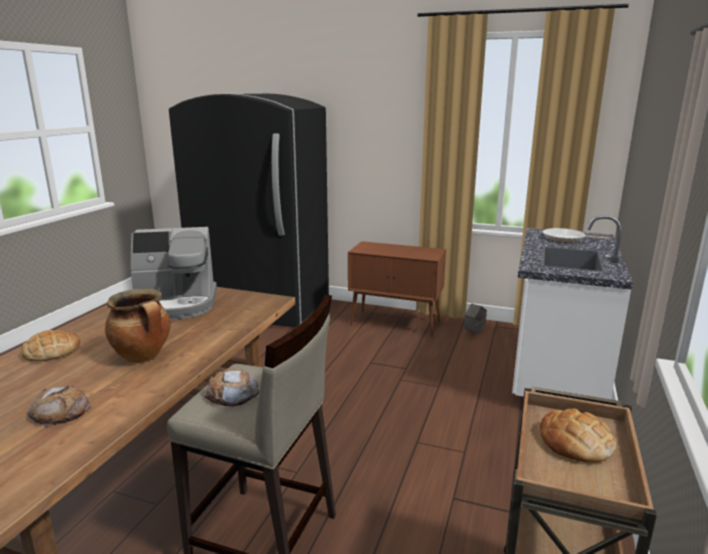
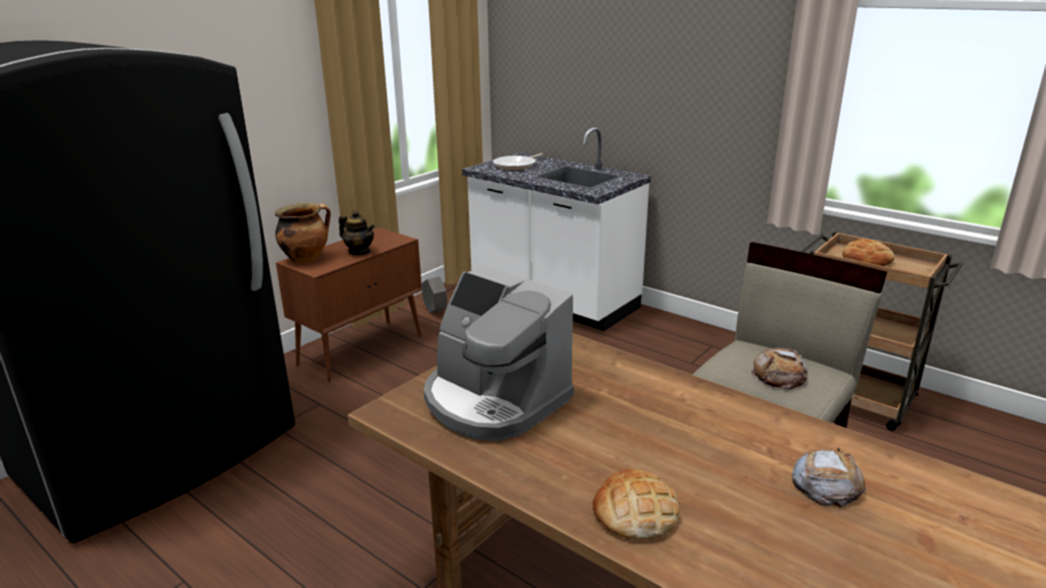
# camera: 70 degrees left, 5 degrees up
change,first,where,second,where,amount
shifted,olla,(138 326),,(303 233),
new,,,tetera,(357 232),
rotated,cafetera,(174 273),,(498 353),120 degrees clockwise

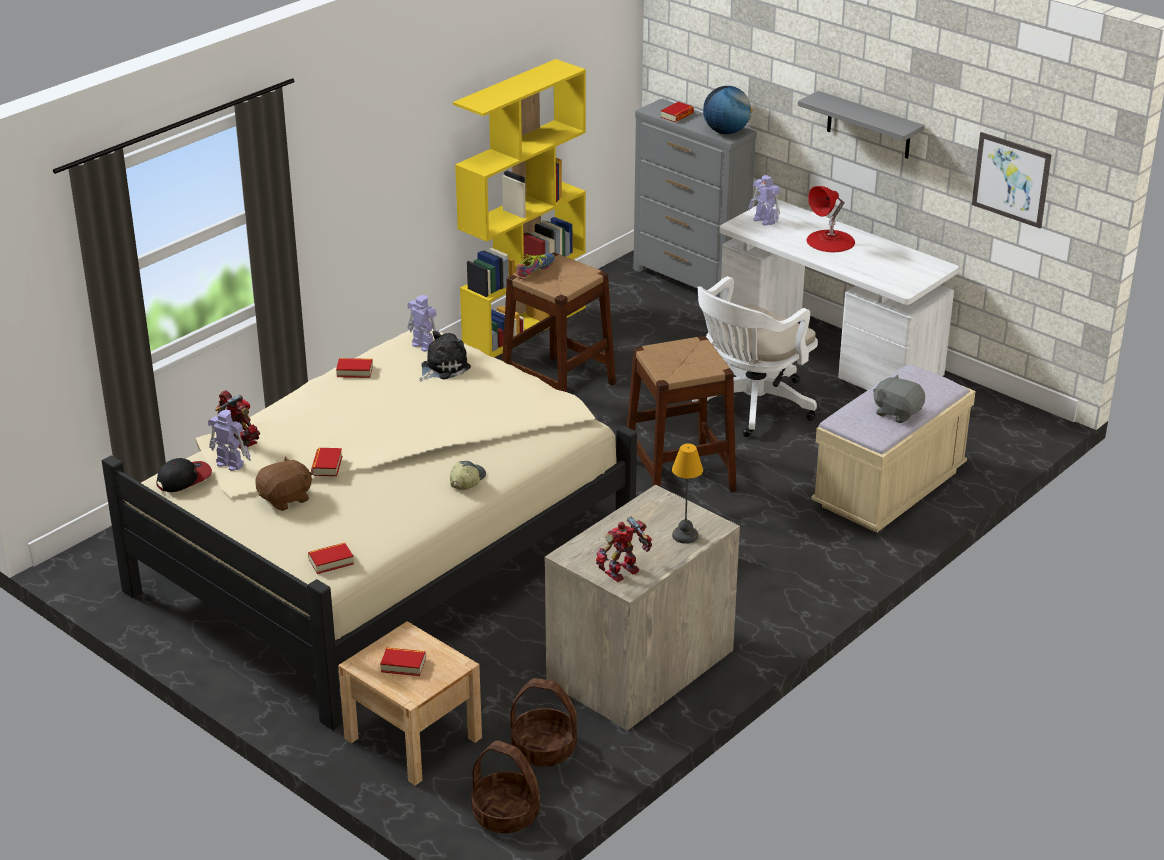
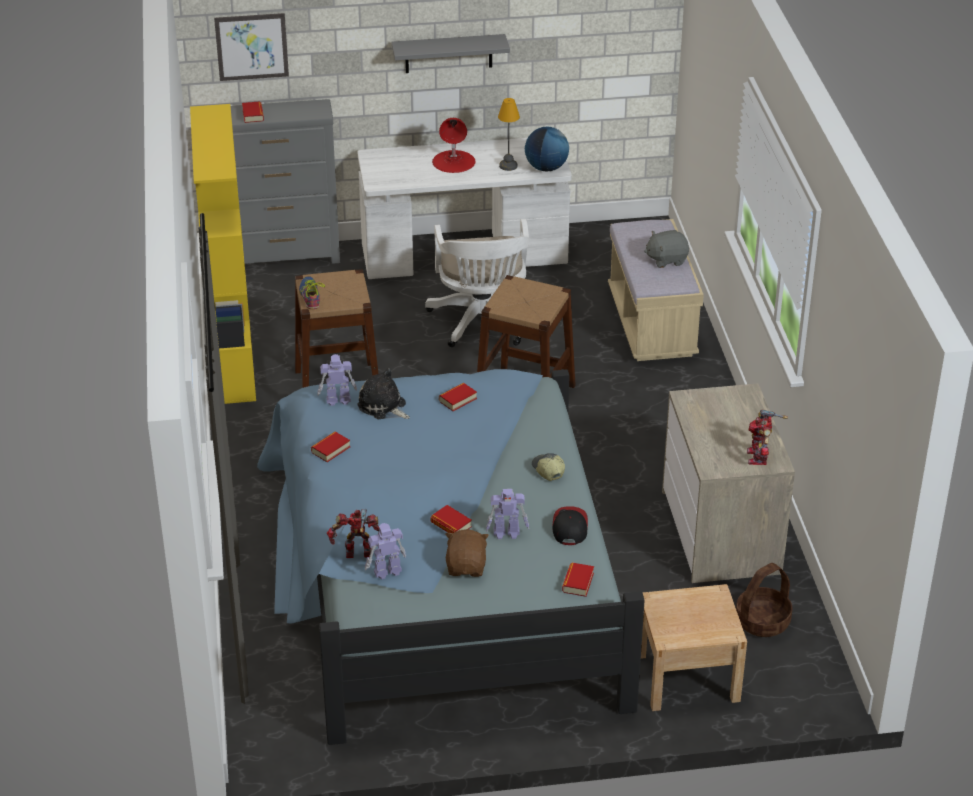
# camera: 50 degrees left, 5 degrees up
change,first,where,second,where,amount
shifted,cuadro,(1012 180),,(251 47),
repainted,cama [beis],(369 529),cama [azul],(451 557),
rotated,peluche,(445 356),,(383 393),45 degrees counterclockwise
shifted,libro,(403 662),,(458 397),
shifted,robot de juguete,(764 200),,(507 514),
shifted,lámpara de mesa,(687 493),,(509 134),
shifted,globo terráqueo,(728 110),,(547 149),
shifted,gorra,(184 475),,(570 525),
gone,cesta,(505 787),,,

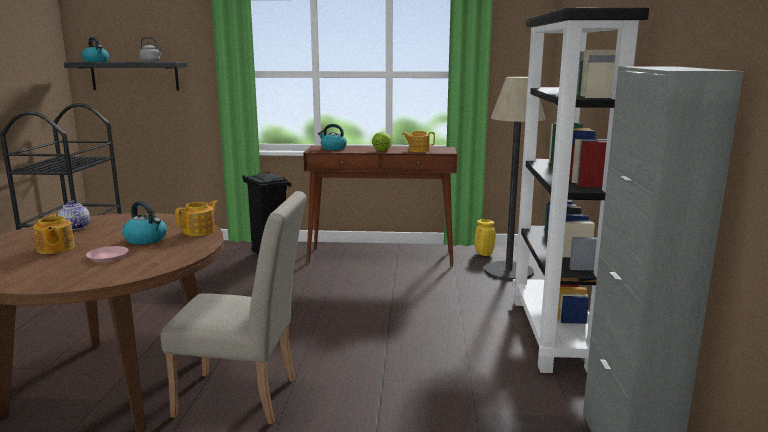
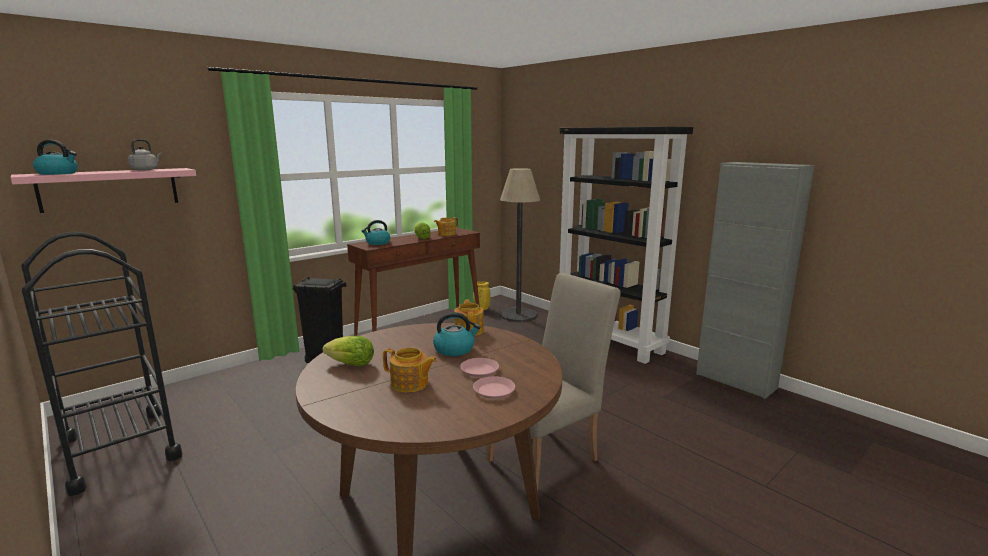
# camera: 45 degrees left, 0 degrees up
change,first,where,second,where,amount
repainted,estante [negro],(125 76),estante [rosa],(103 190),
swapped,tetera,(74 215),lechuga,(348 351),
new,,,plato [rosa],(494 387),

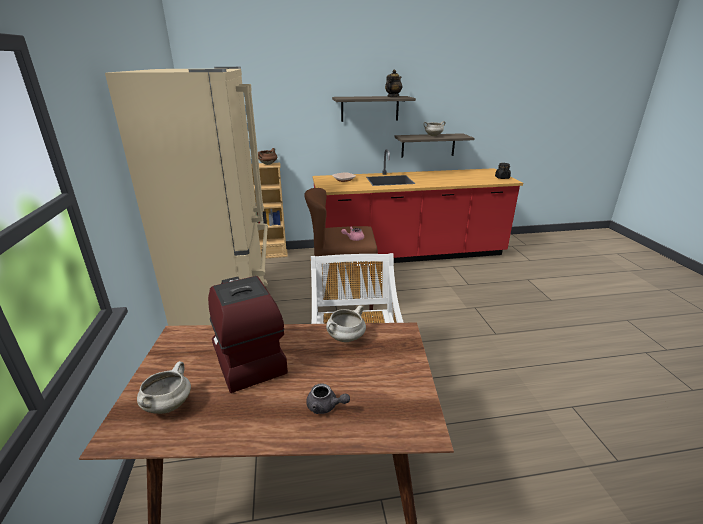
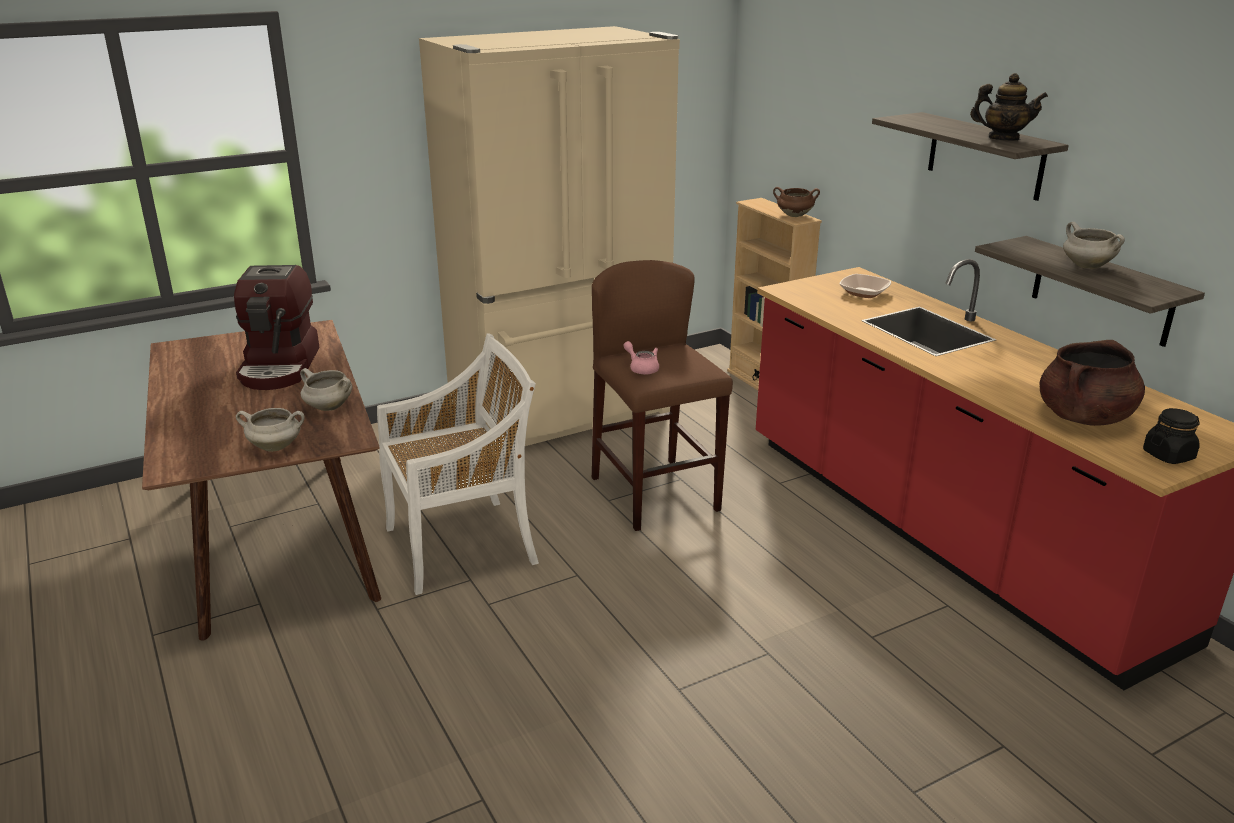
# camera: 70 degrees right, 0 degrees up
change,first,where,second,where,amount
rotated,cafetera,(248 334),,(277 327),135 degrees clockwise
shifted,olla [blanco],(164 387),,(270 430),
new,,,olla [marrón],(1092 383),
gone,tetera [gris],(328 399),,,

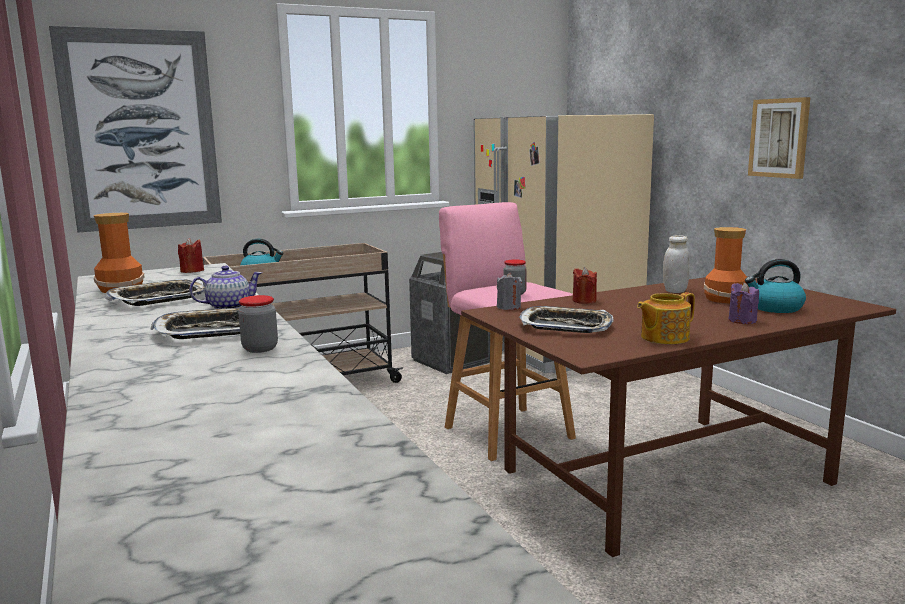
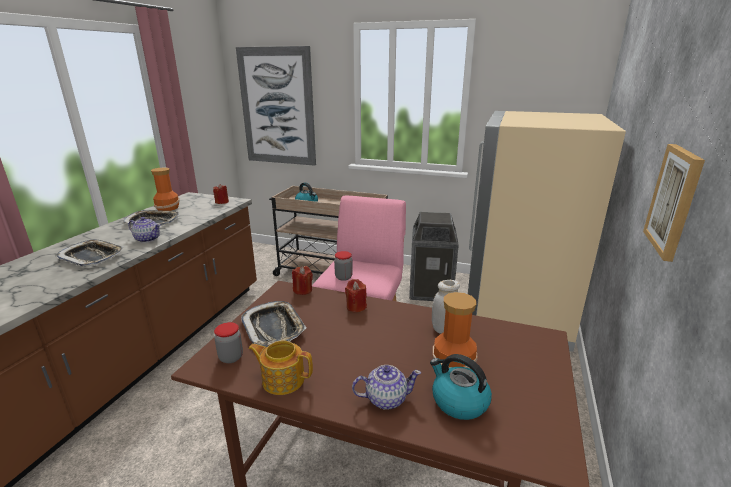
# camera: 45 degrees right, 10 degrees up
change,first,where,second,where,amount
shifted,tarro,(258 324),,(228 342),
repainted,vela [gris],(509 291),vela [rojo],(302 280),
swapped,vela [morado],(744 303),tetera,(386 387),

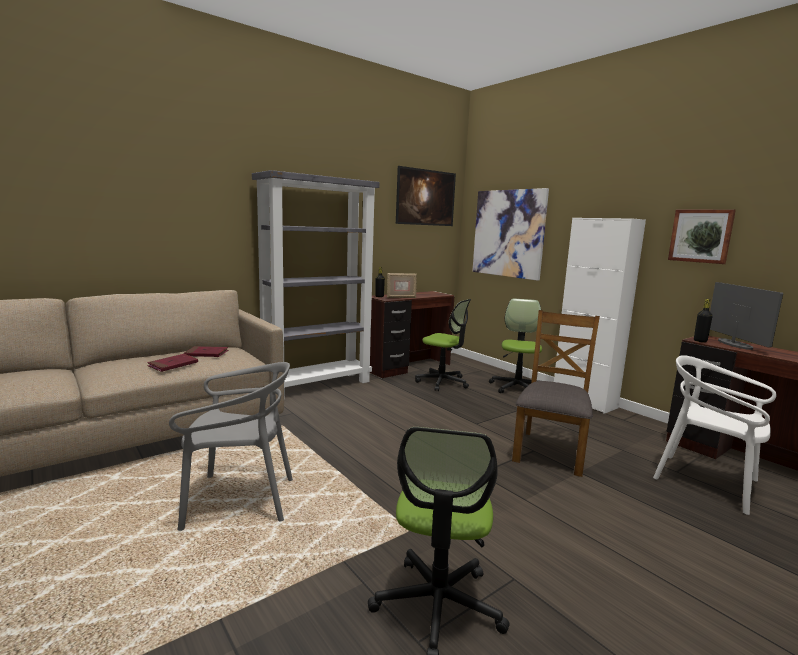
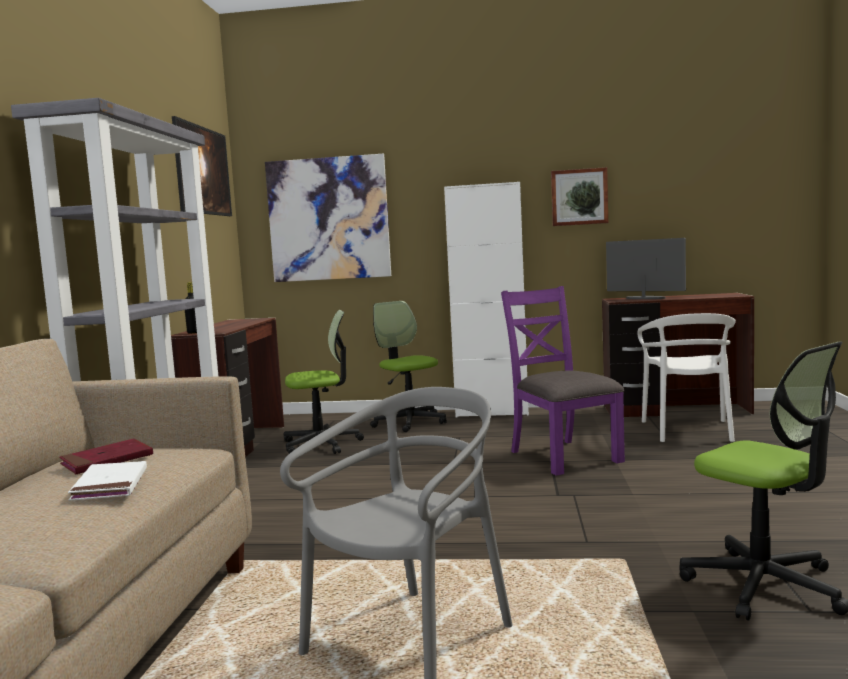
# camera: 45 degrees left, 5 degrees down
change,first,where,second,where,amount
repainted,libro [rojo],(172 363),libro [blanco],(107 481),
repainted,silla [marrón],(556 393),silla [morado],(563 381),
rotated,silla [blanco],(714 435),,(687 377),75 degrees counterclockwise
gone,portarretratos,(402 285),,,
gone,botella [negro],(703 320),,,

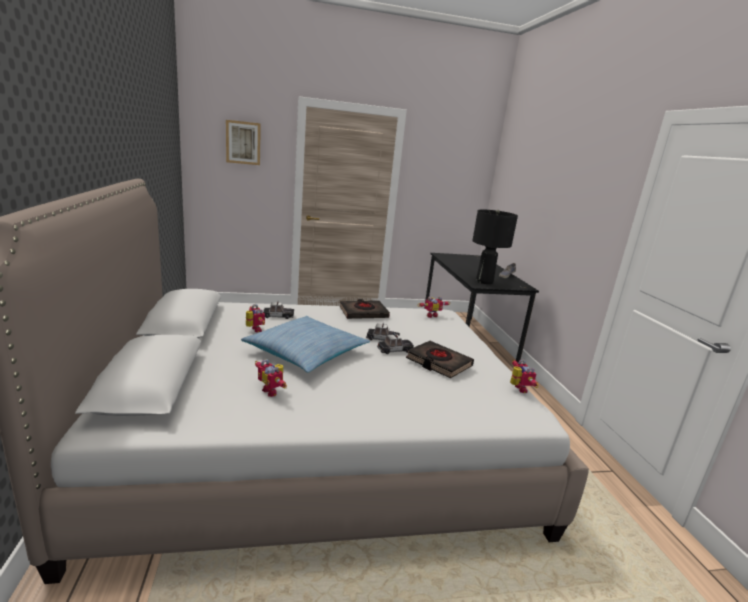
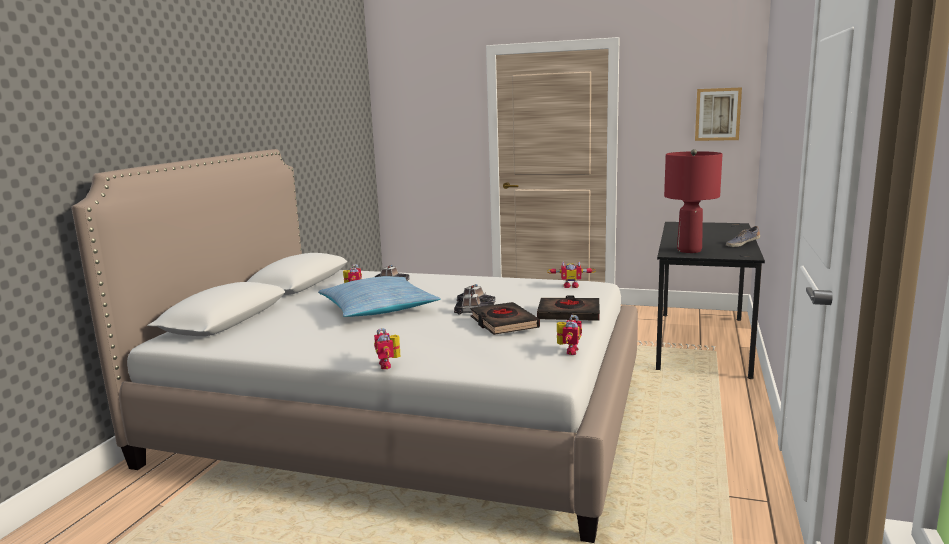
# camera: 30 degrees right, 5 degrees down
change,first,where,second,where,amount
shifted,robot de juguete,(271 378),,(387 348),
shifted,libro [negro],(365 309),,(568 308),
repainted,lámpara de mesa [negro],(495 247),lámpara de mesa [rojo],(693 201),
shifted,cuadro,(243 142),,(718 114),

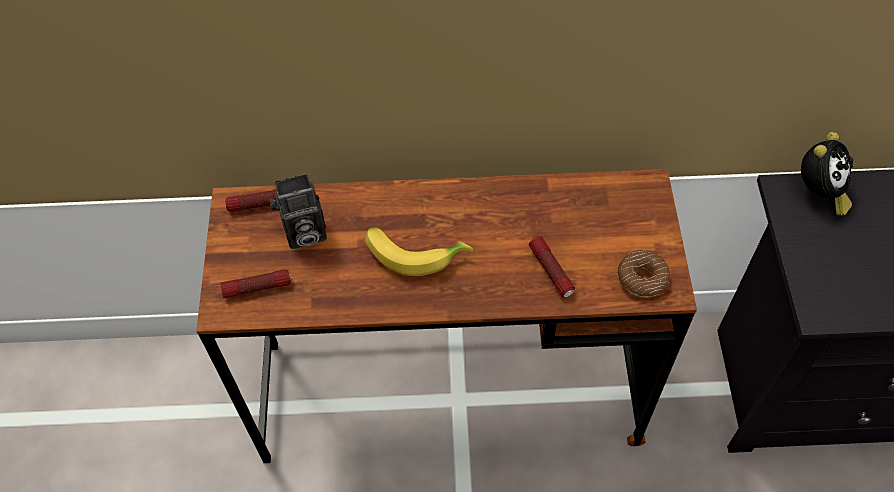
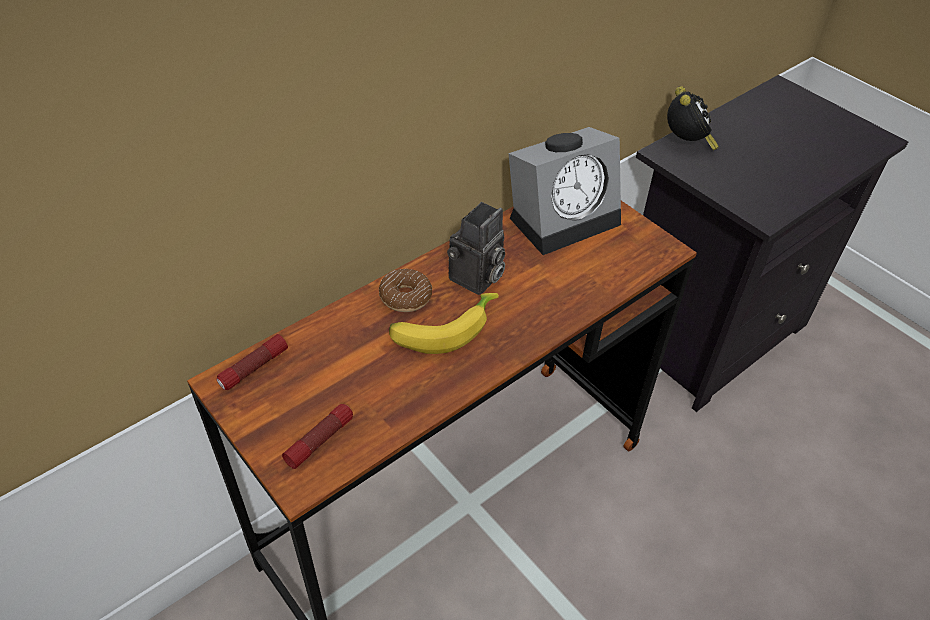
# camera: 40 degrees left, 10 degrees down
change,first,where,second,where,amount
shifted,rosquilla,(644 274),,(405 290),
shifted,cámara,(298 211),,(476 248),
new,,,despertador,(565 191),
gone,linterna,(552 266),,,

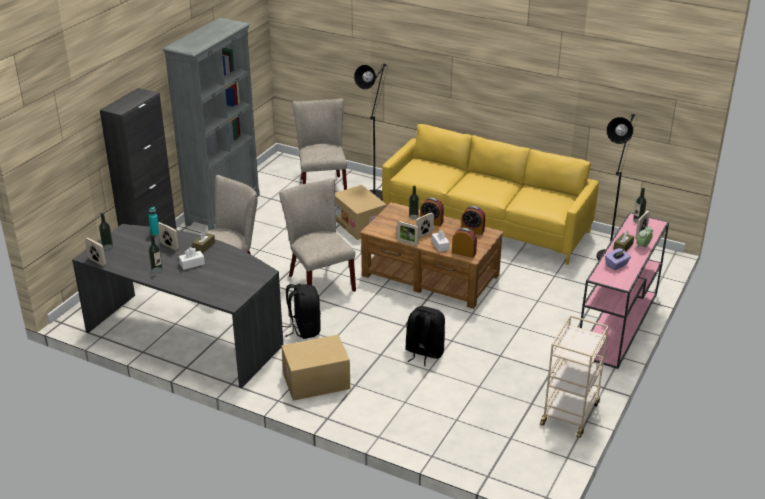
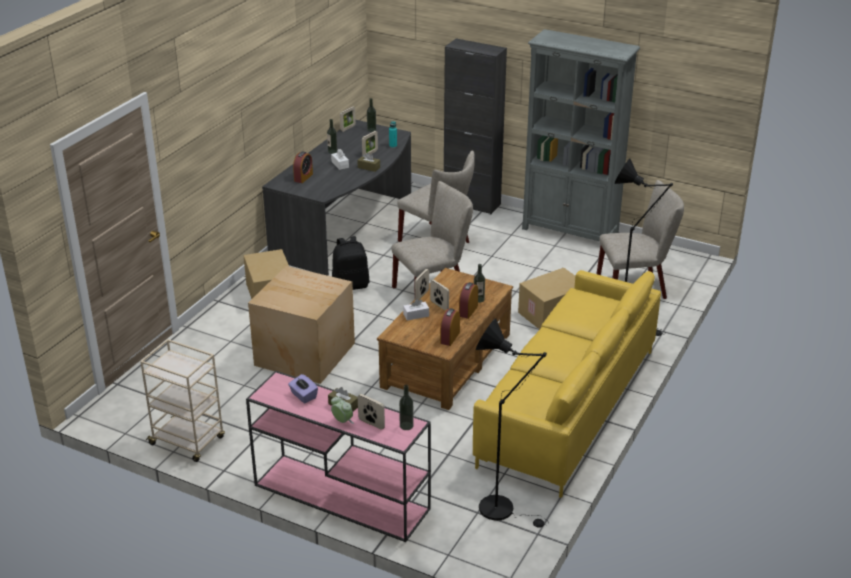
# camera: 90 degrees right, 0 degrees up
change,first,where,second,where,amount
swapped,mochila [negro],(425 336),caja de cartón,(301 325),
shifted,despertador,(464 243),,(303 167),

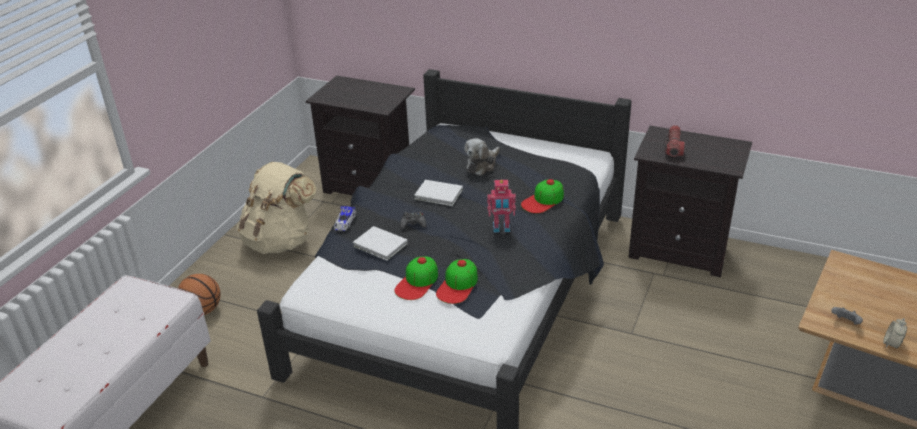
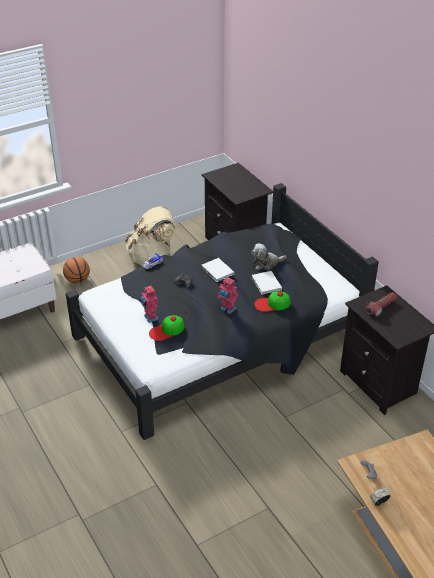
# camera: 35 degrees right, 5 degrees up
change,first,where,second,where,amount
swapped,gorra,(416 278),robot de juguete,(149 304),
shifted,libro [blanco],(380 243),,(267 283),

